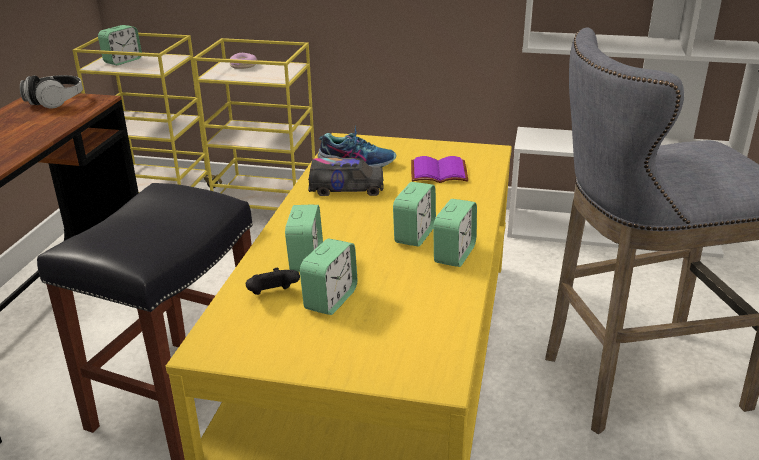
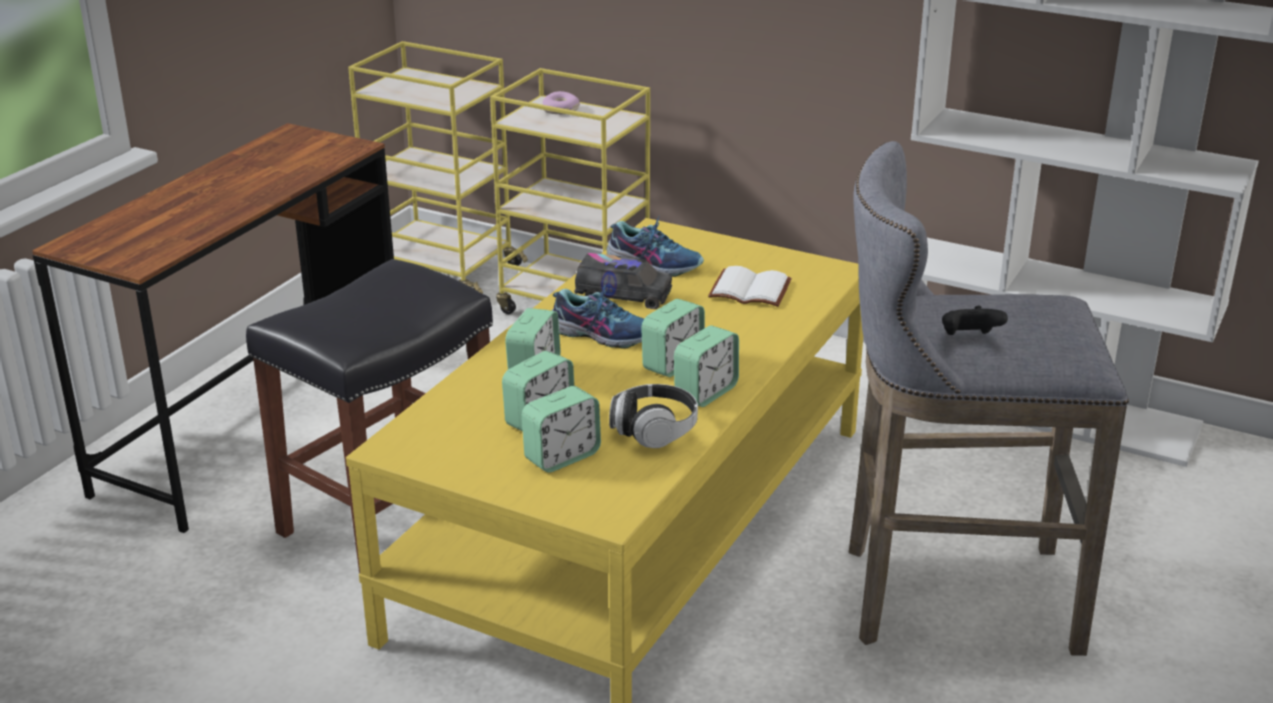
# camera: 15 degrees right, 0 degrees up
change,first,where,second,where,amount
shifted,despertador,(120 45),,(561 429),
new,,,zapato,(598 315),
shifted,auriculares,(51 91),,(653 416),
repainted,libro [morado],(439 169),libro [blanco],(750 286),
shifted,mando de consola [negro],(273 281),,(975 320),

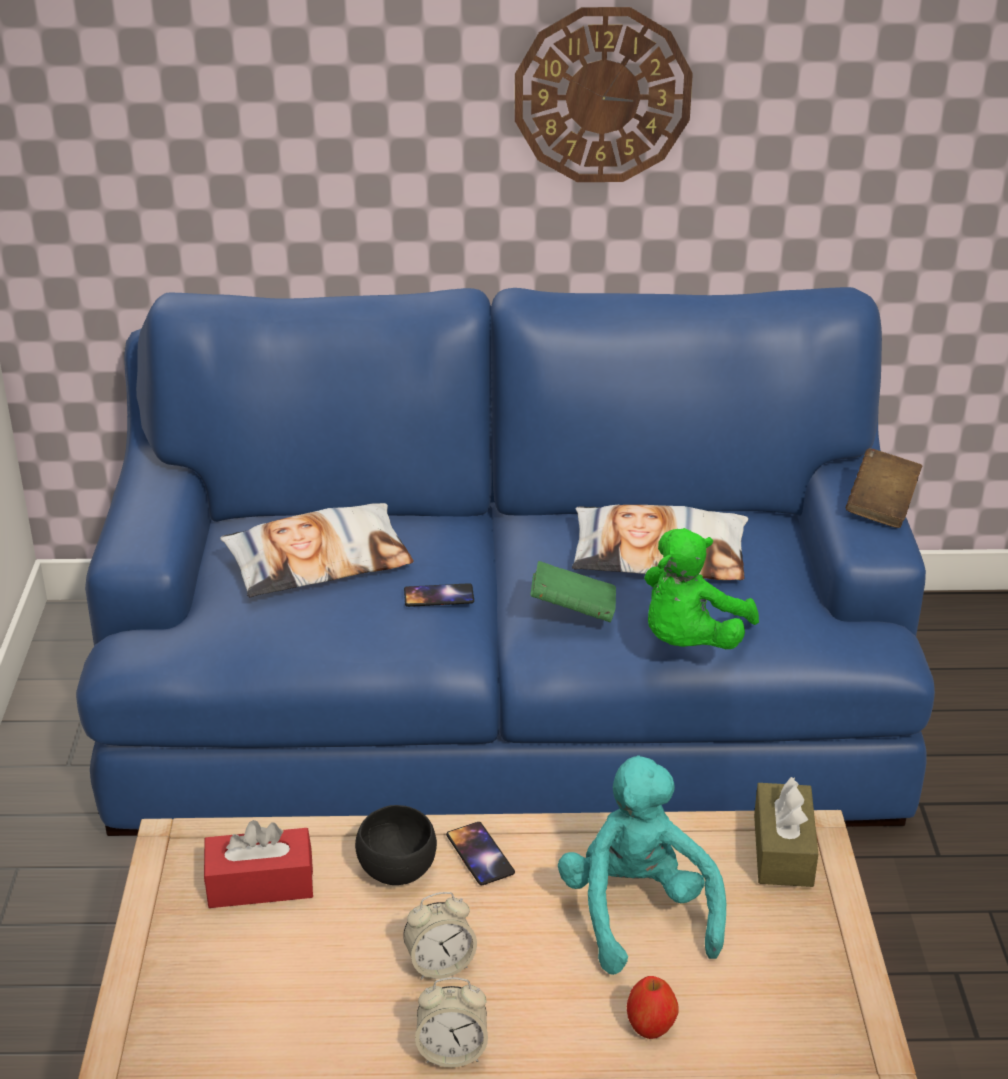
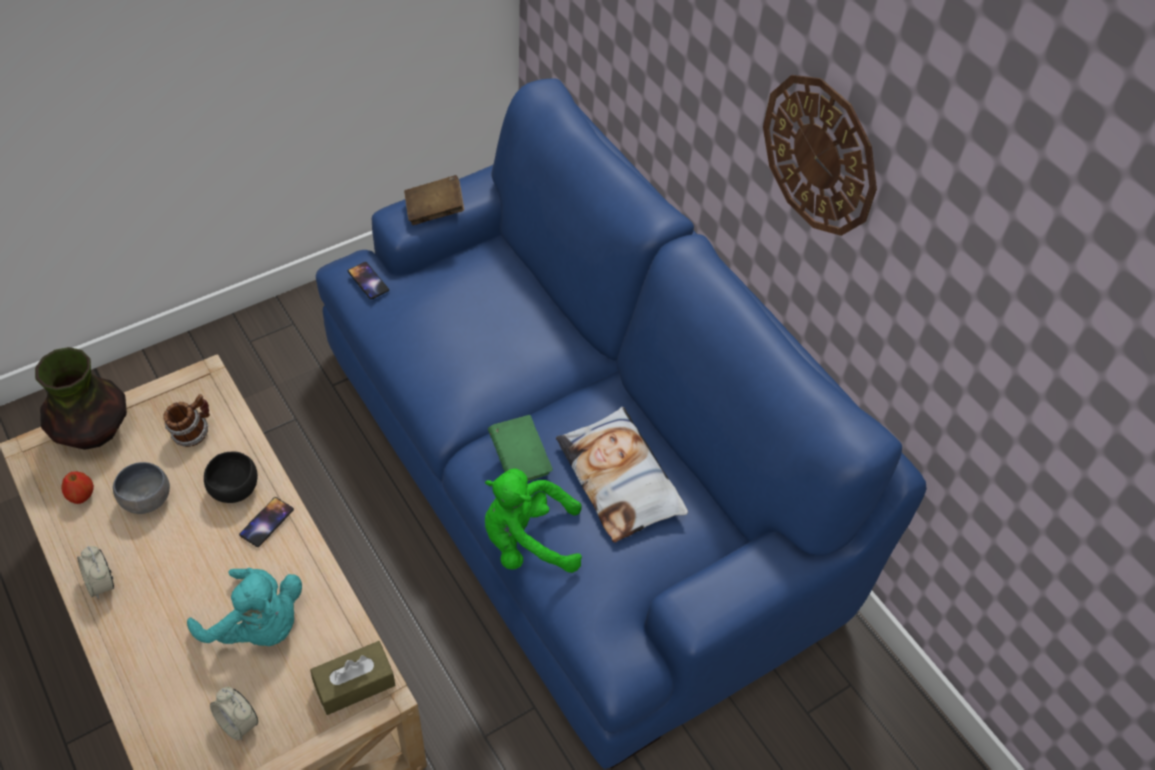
# camera: 55 degrees right, 20 degrees up
change,first,where,second,where,amount
new,,,florero,(81 398),
shifted,manzana,(653 1007),,(77 487),
new,,,cuenco [gris],(141 488),
swapped,caja de pañuelos [rojo],(258 864),taza grande,(186 420),
rotated,peluche [turquesa],(642 865),,(244 607),75 degrees clockwise
shifted,despertador,(440 936),,(234 713),
shifted,móvil,(439 595),,(368 280),
shifted,libro [marrón],(884 488),,(434 200),
gone,cojín,(317 550),,,

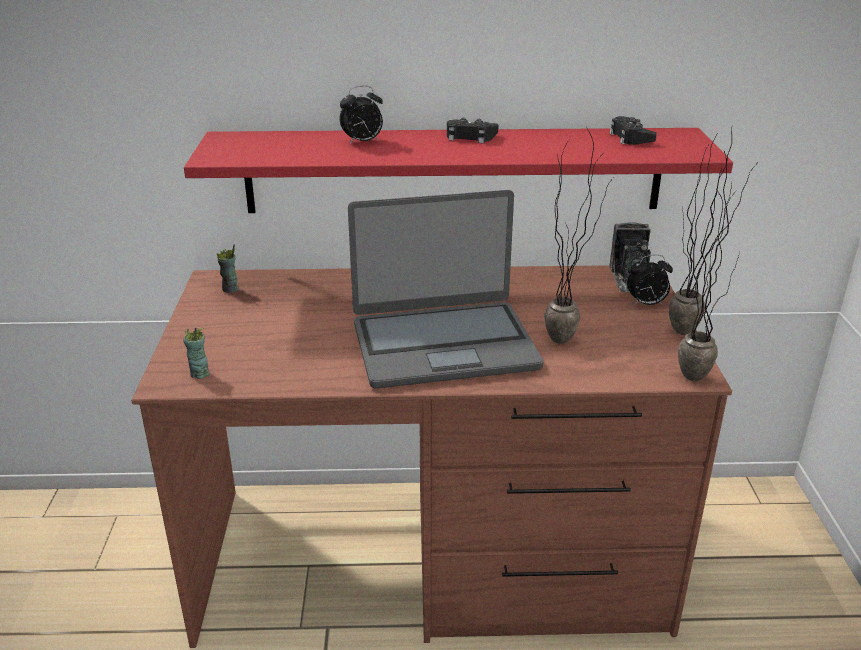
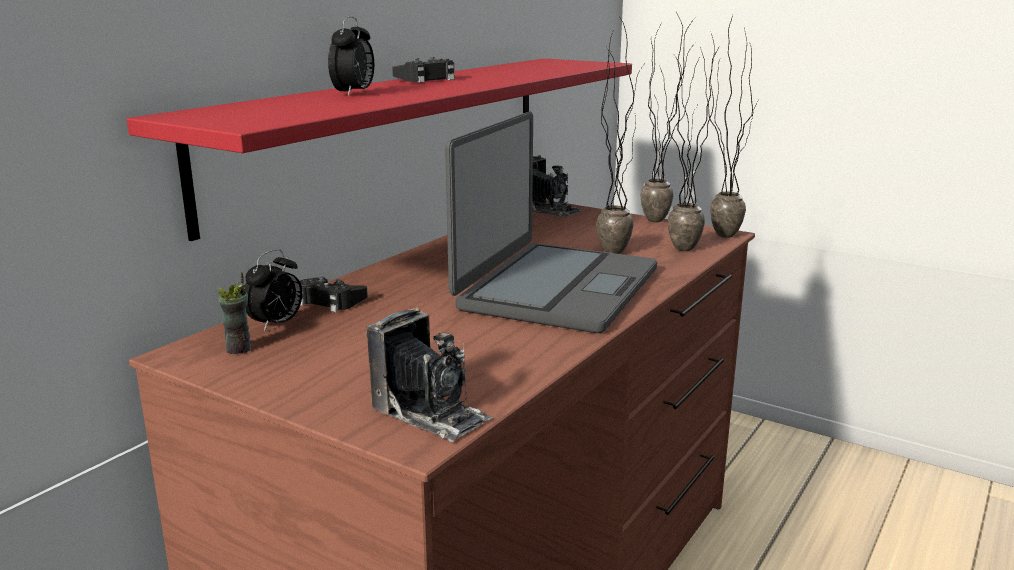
# camera: 55 degrees left, 10 degrees down
change,first,where,second,where,amount
shifted,despertador,(650 280),,(272 290),
shifted,mando de consola [negro],(633 130),,(334 294),
swapped,taza,(196 353),cámara,(429 374),
new,,,planta en maceta,(689 134),

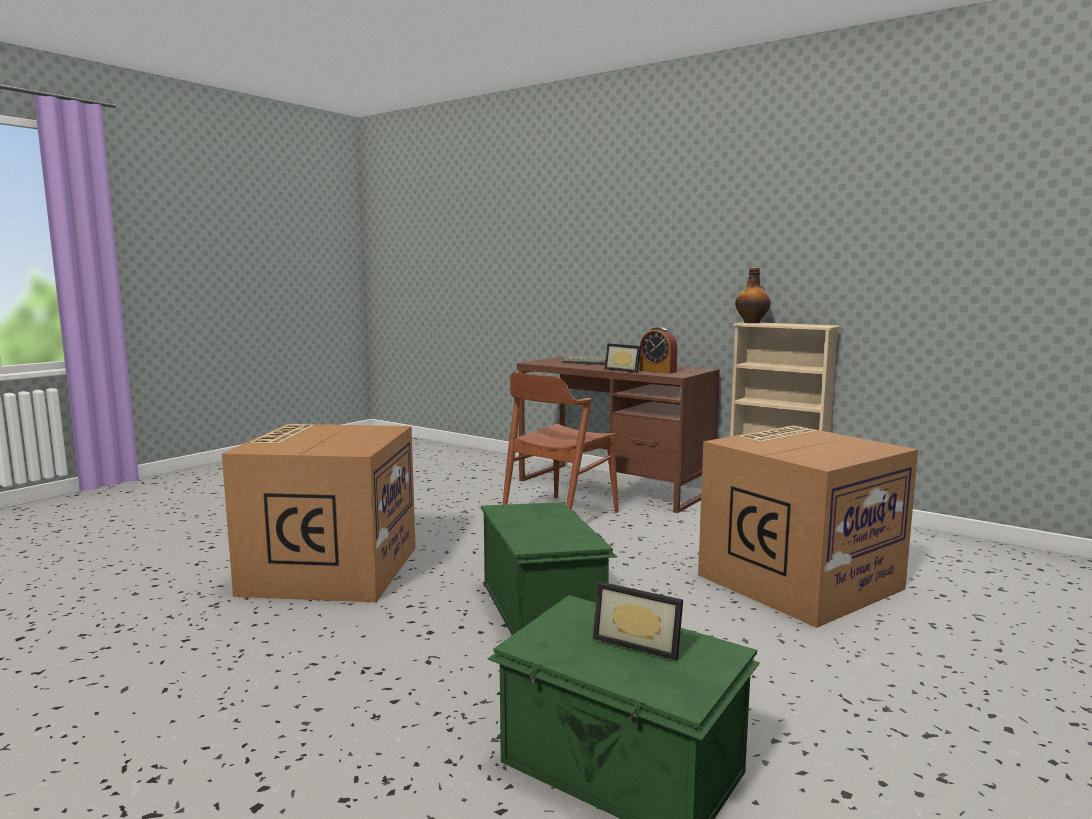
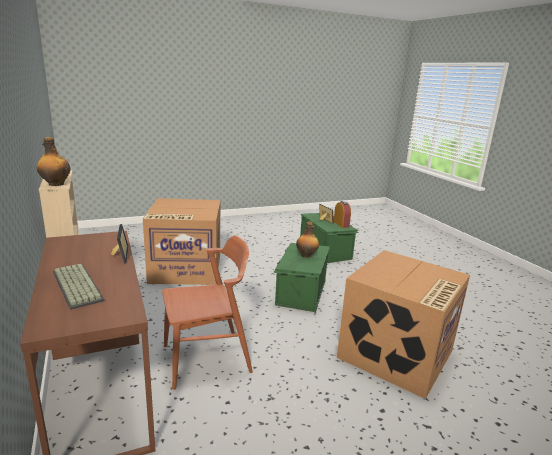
# camera: 150 degrees left, 10 degrees up
change,first,where,second,where,amount
new,,,botella,(307 239),
shifted,despertador,(658 350),,(342 214),

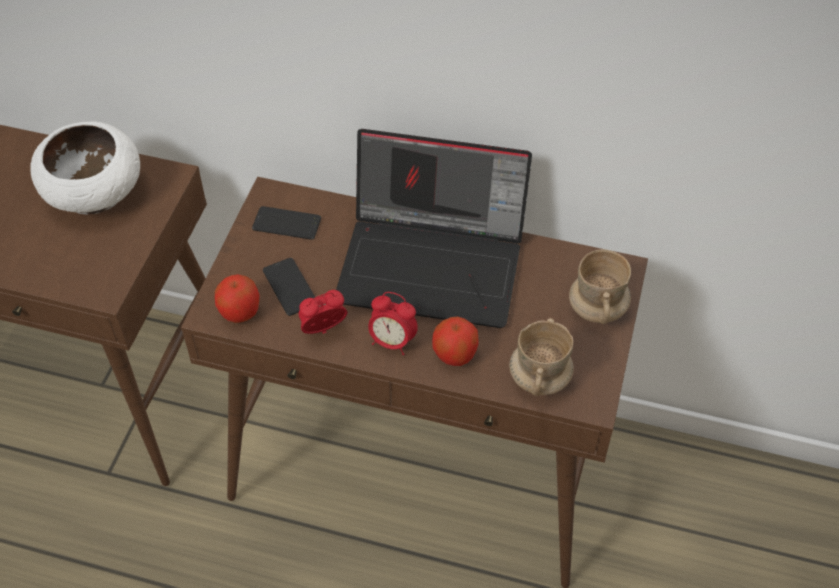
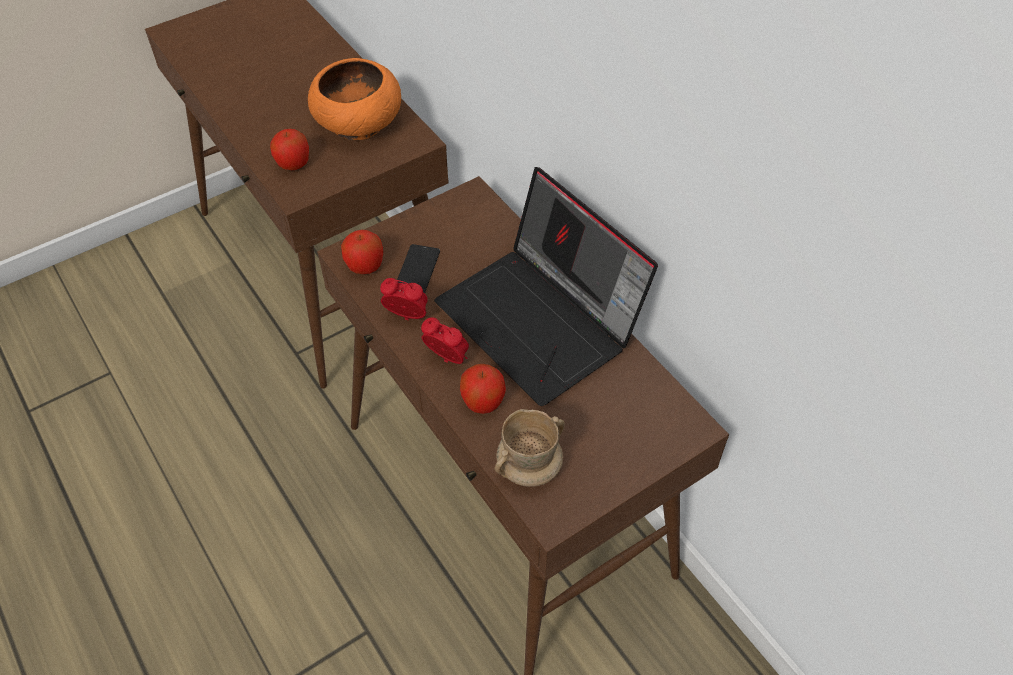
# camera: 40 degrees right, 0 degrees up
change,first,where,second,where,amount
new,,,manzana,(289 149),
repainted,cuenco [blanco],(85 168),cuenco [naranja],(354 99),
rotated,despertador,(393 323),,(445 340),150 degrees clockwise
gone,móvil,(286 223),,,
gone,taza grande [beis],(600 286),,,

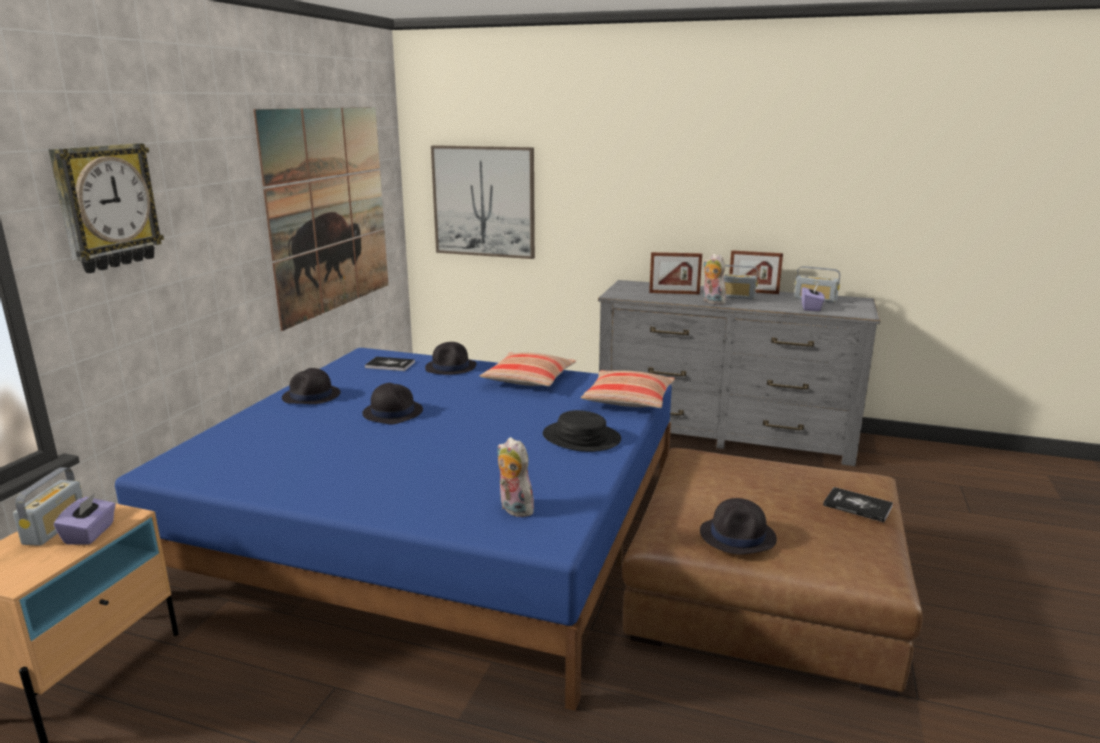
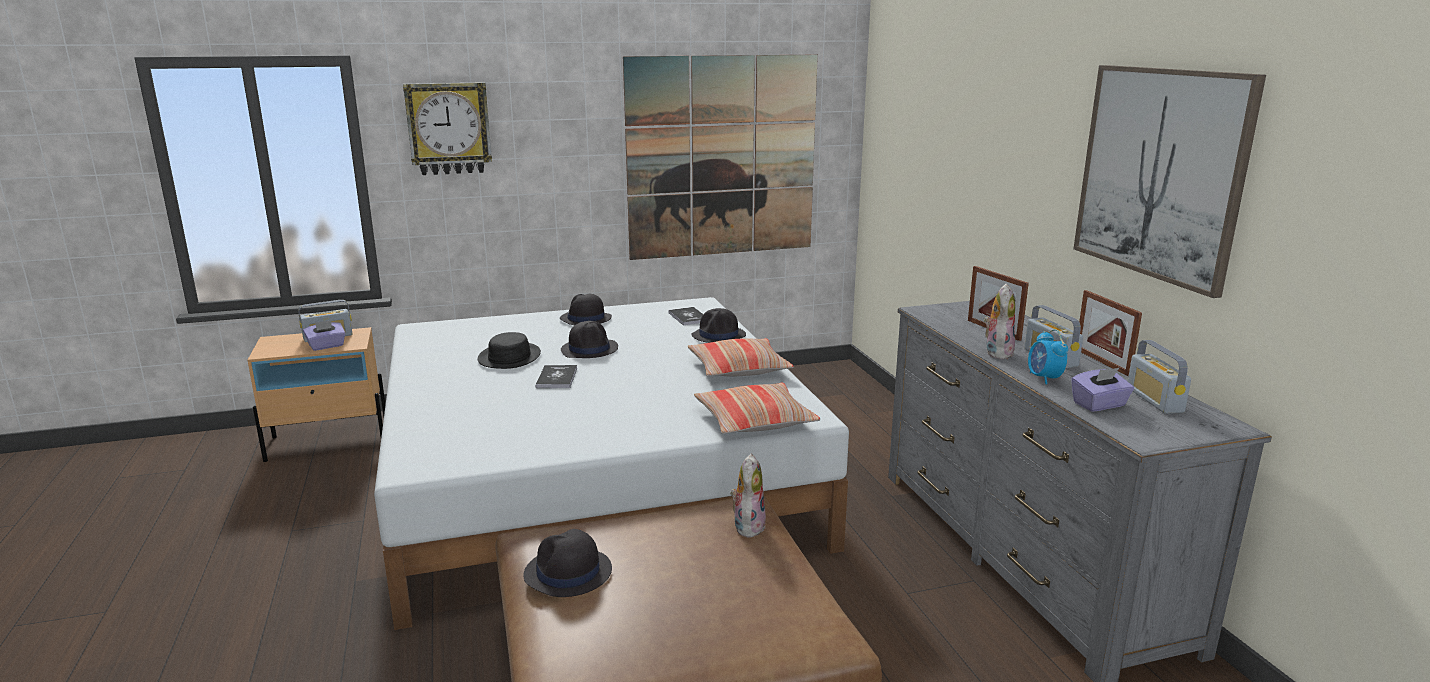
# camera: 55 degrees right, 0 degrees up
change,first,where,second,where,amount
repainted,cama [azul],(393 529),cama [blanco],(611 463),
shifted,sombrero [negro],(582 431),,(509 350),
shifted,libro,(858 504),,(556 376),
shifted,peluche,(516 477),,(748 496),
new,,,despertador,(1048 356),
shifted,cuadro,(483 202),,(1169 181),

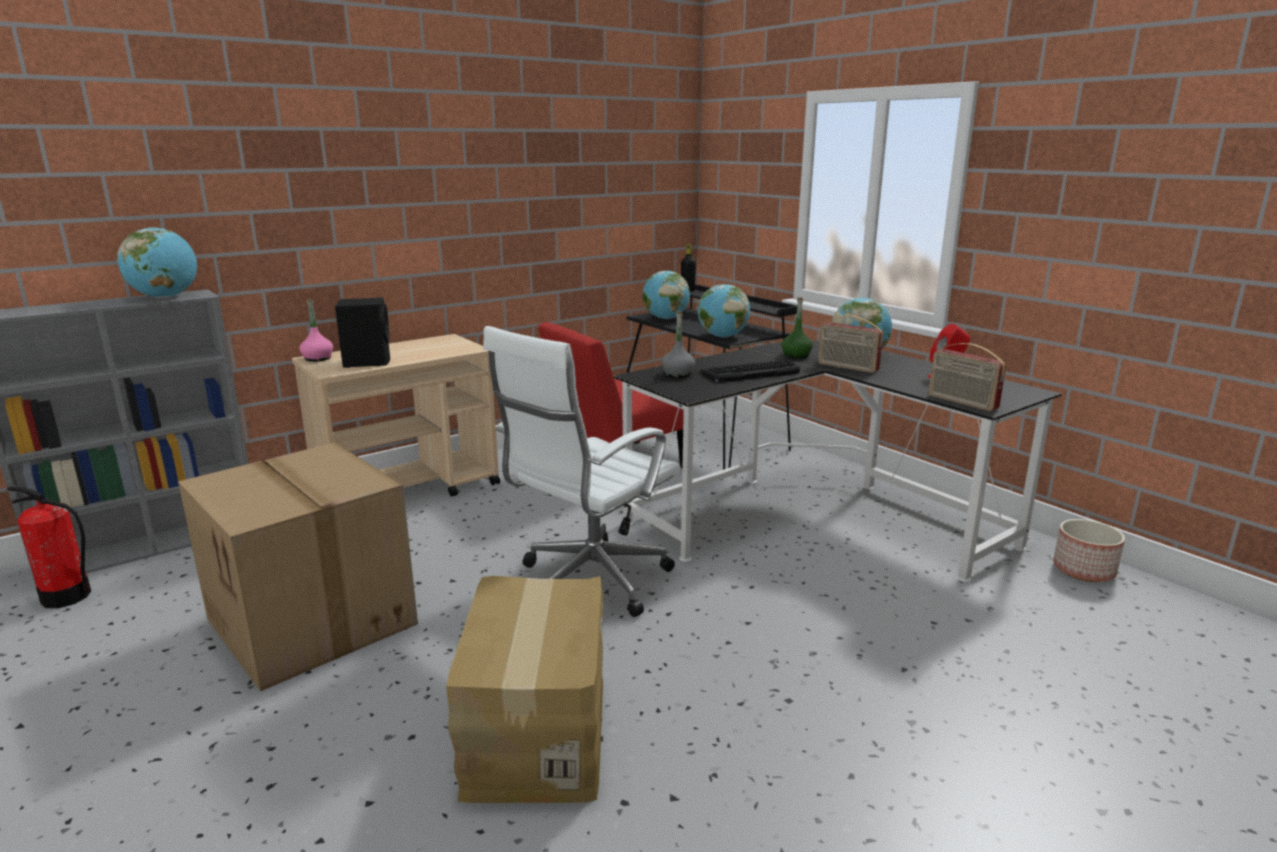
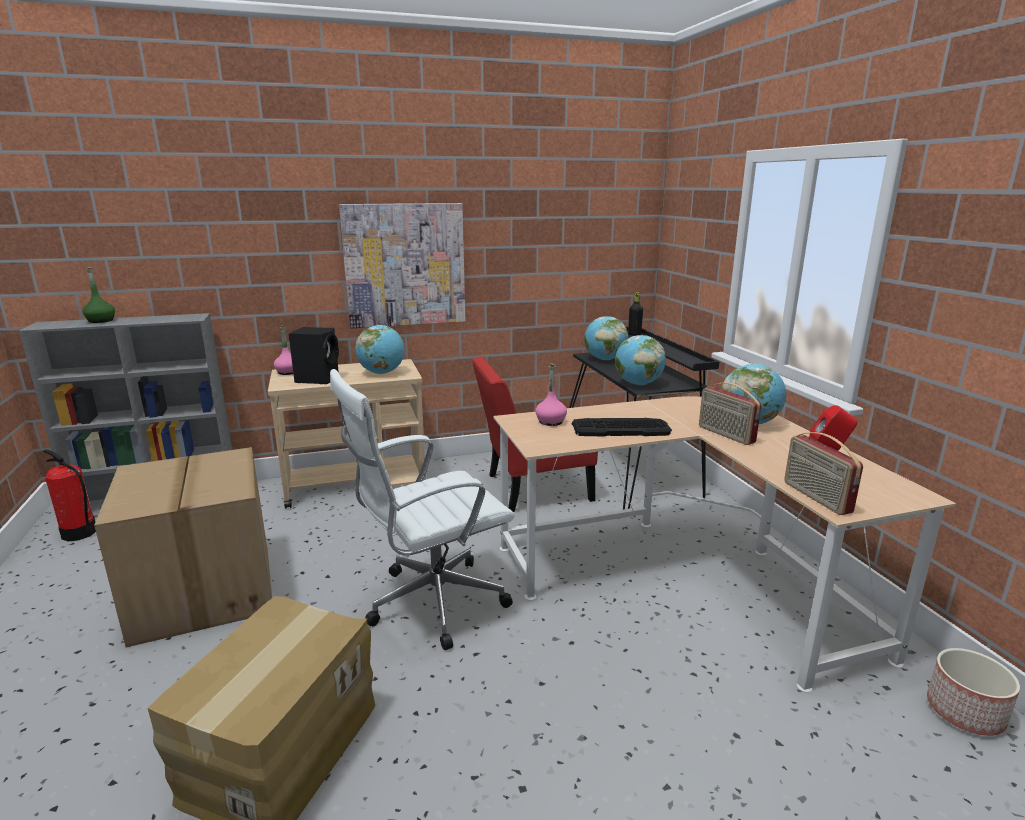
# camera: 20 degrees right, 0 degrees up
change,first,where,second,where,amount
shifted,botella [verde],(797 328),,(98 295),
new,,,cuadro,(402 265),
shifted,globo terráqueo,(157 262),,(380 349),
repainted,escritorio [negro],(838 461),escritorio [beis],(724 544),
repainted,botella [gris],(678 344),botella [rosa],(551 394),

